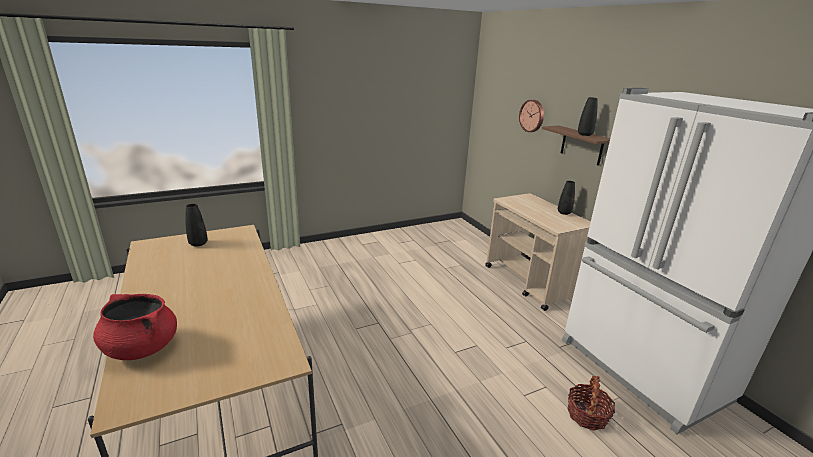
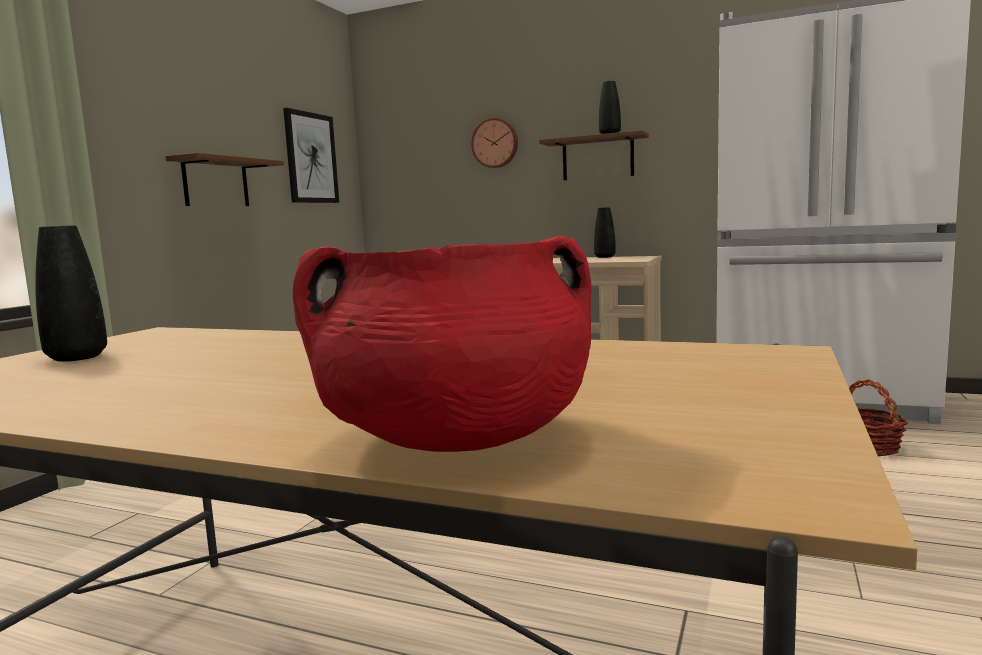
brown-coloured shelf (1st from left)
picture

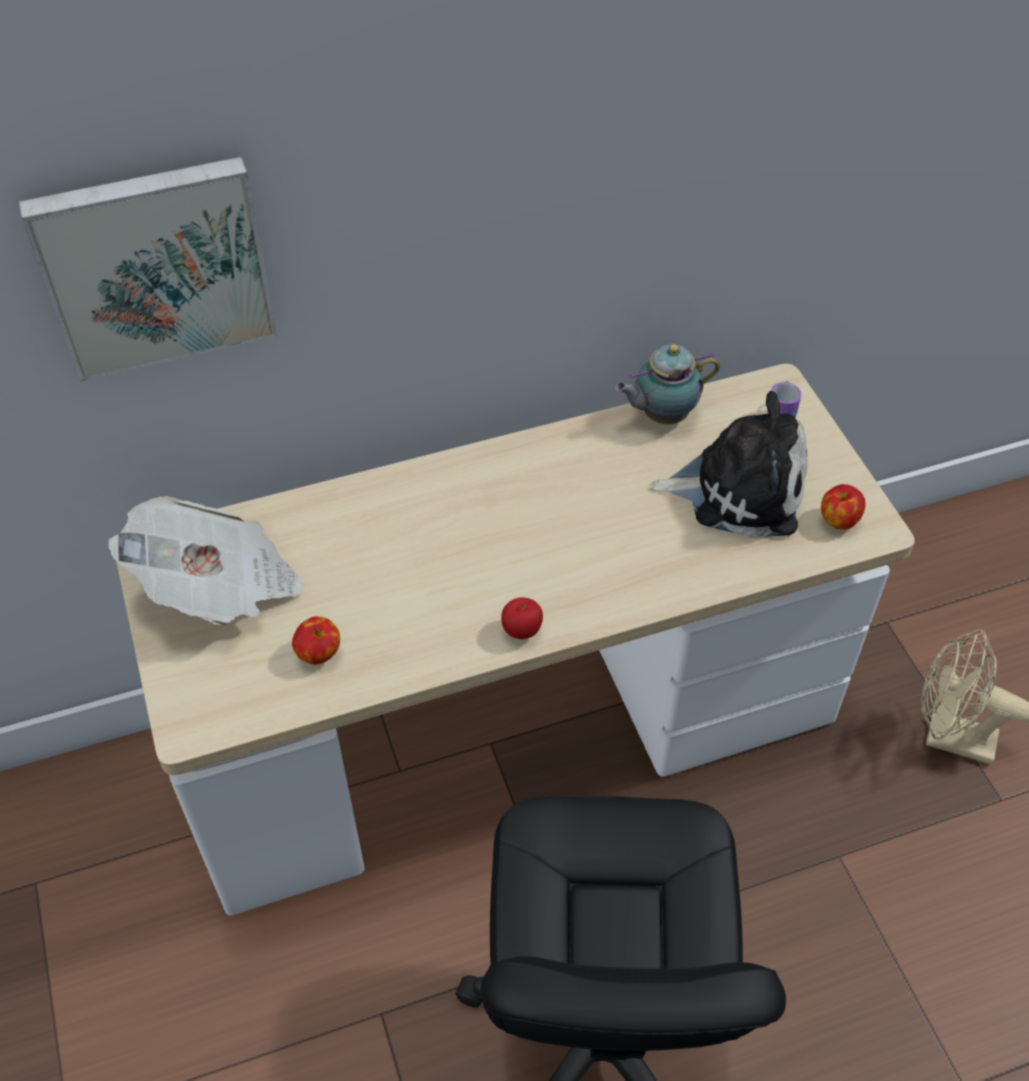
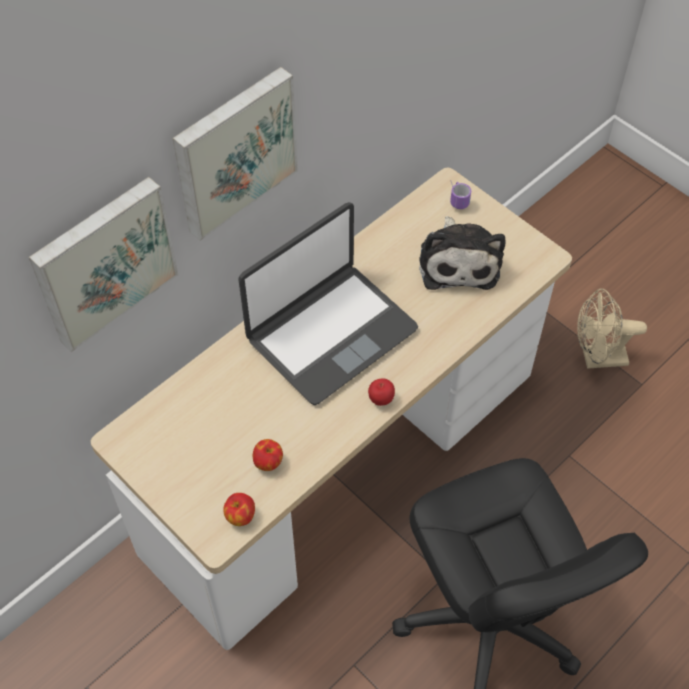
printed paper
teapot
cuddly toy
apple fruit (1st from left)
picture (2nd from left)
laptop

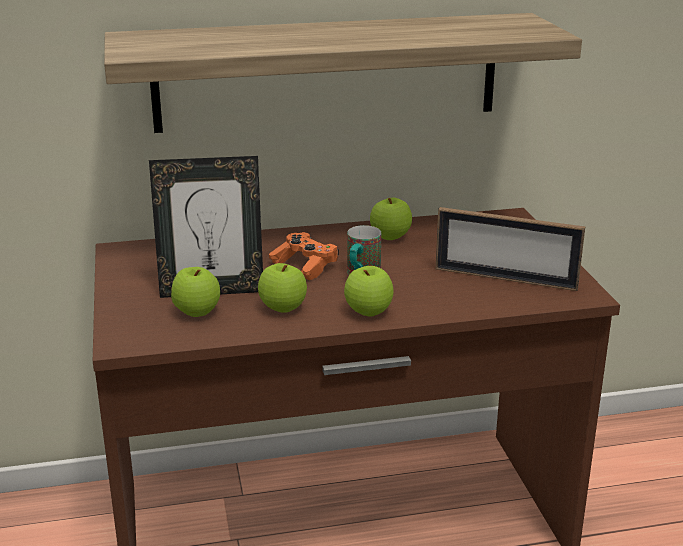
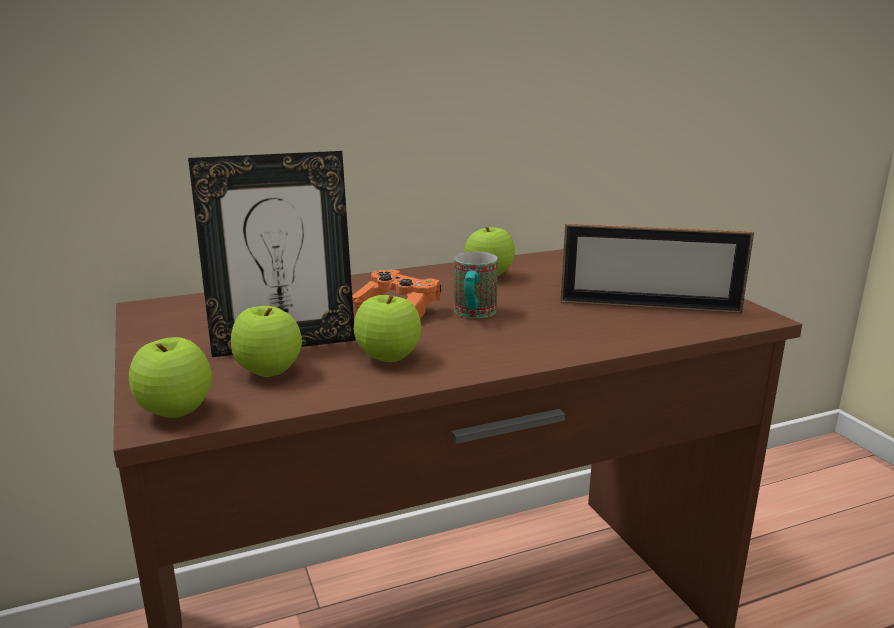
shelf
apple fruit (1st from left)

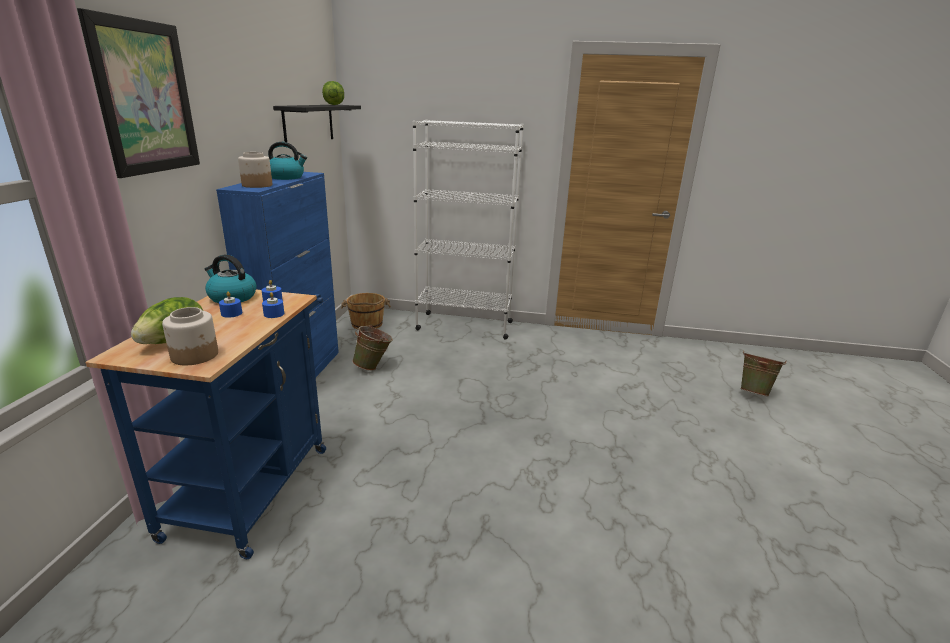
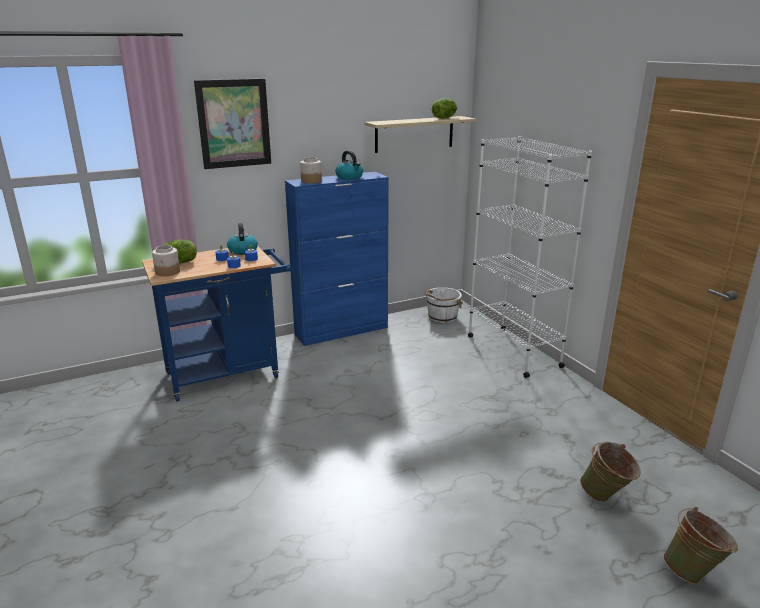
sand-coloured shelf
white bucket
green bucket (1st from left)

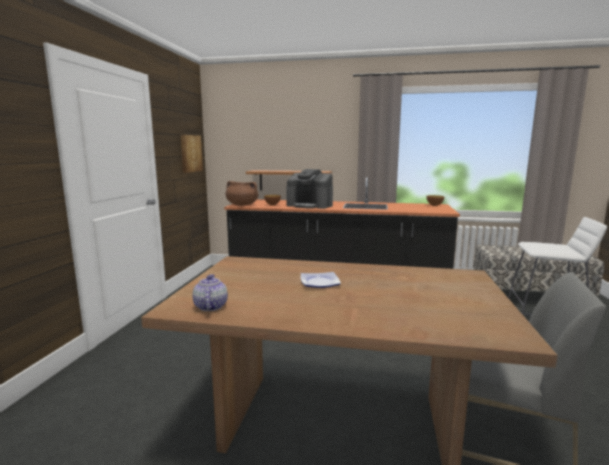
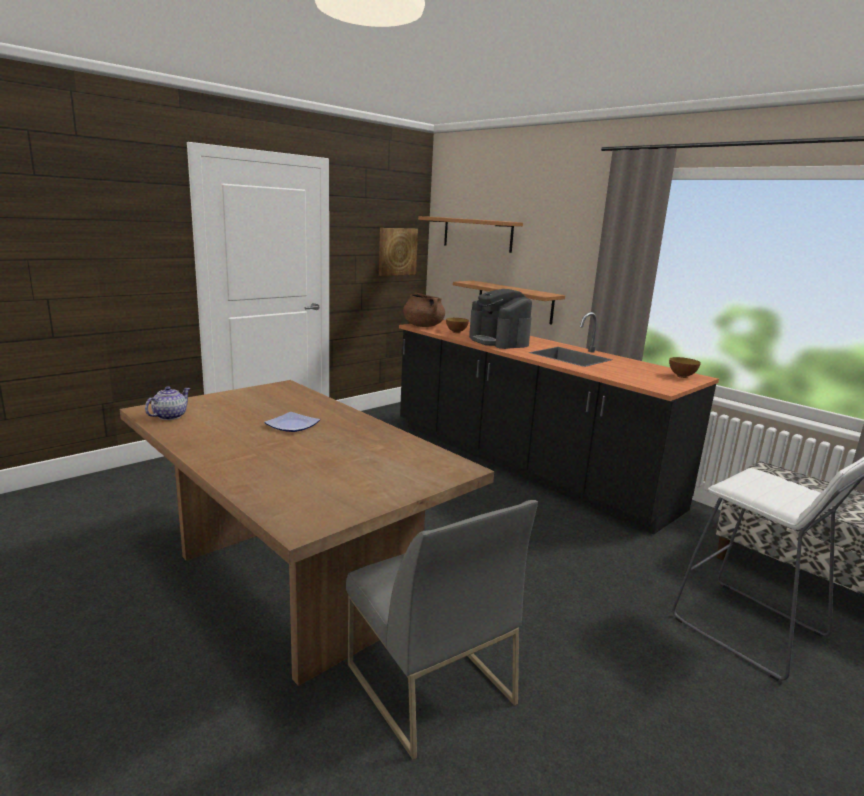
shelf (1st from left)

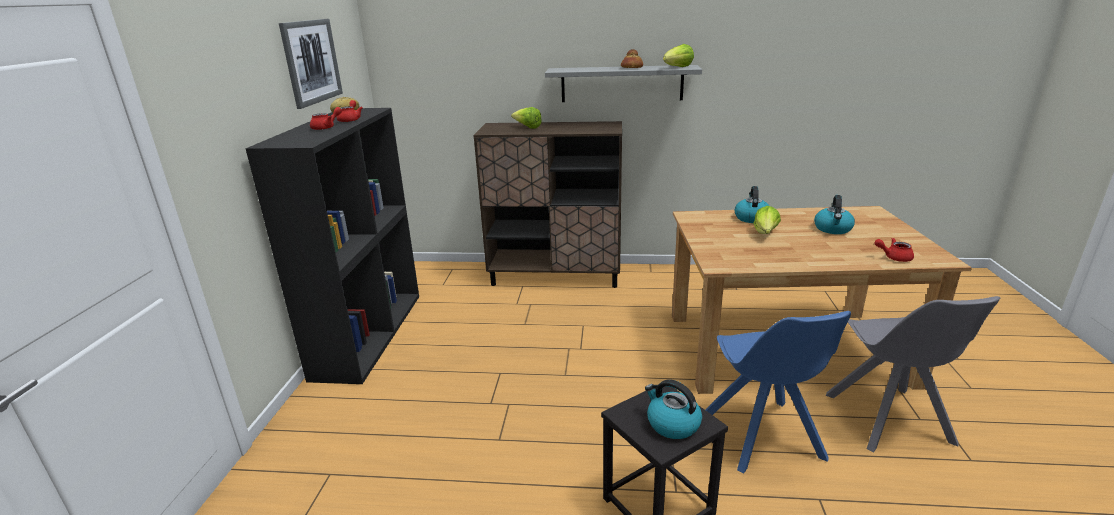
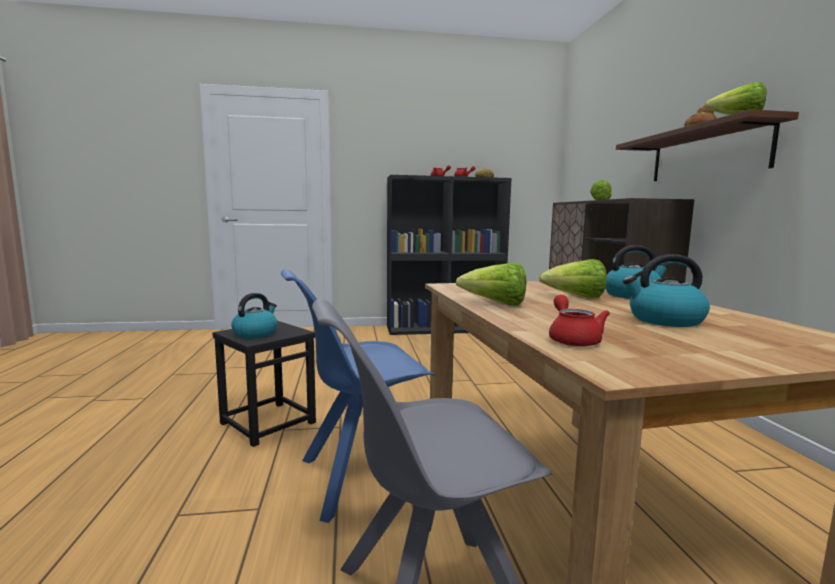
picture
brown-coloured shelf
head of lettuce (1st from left)

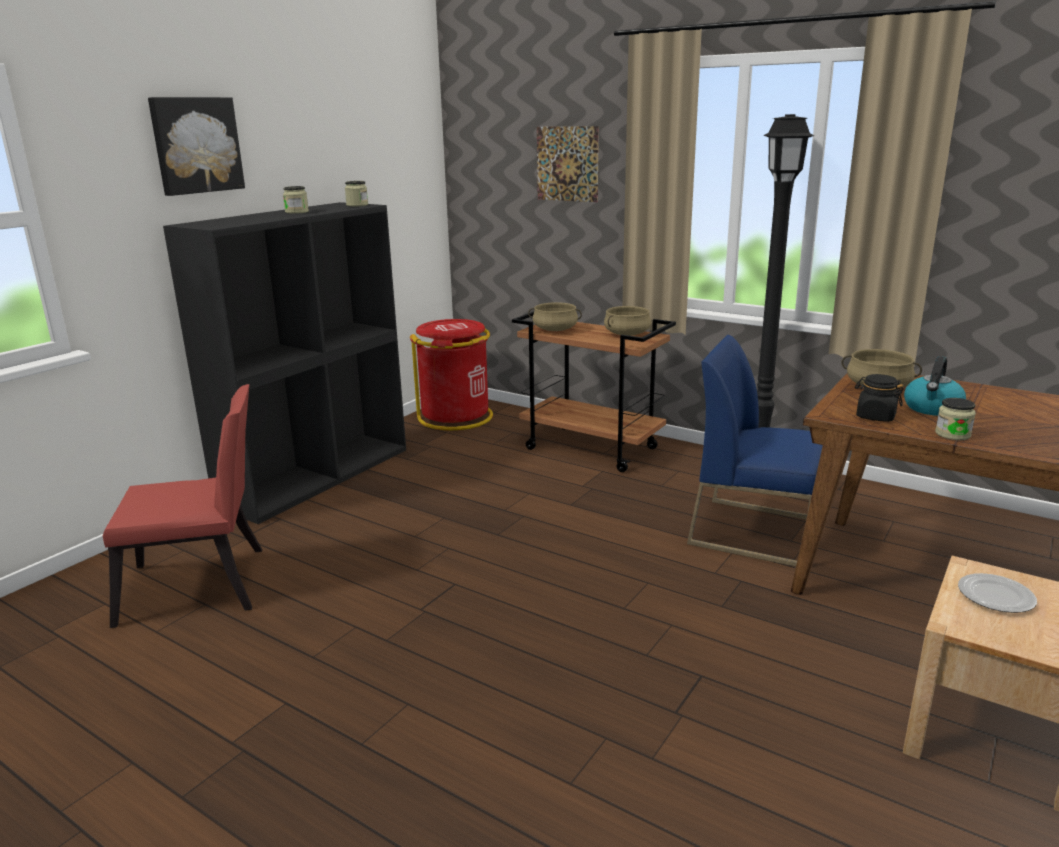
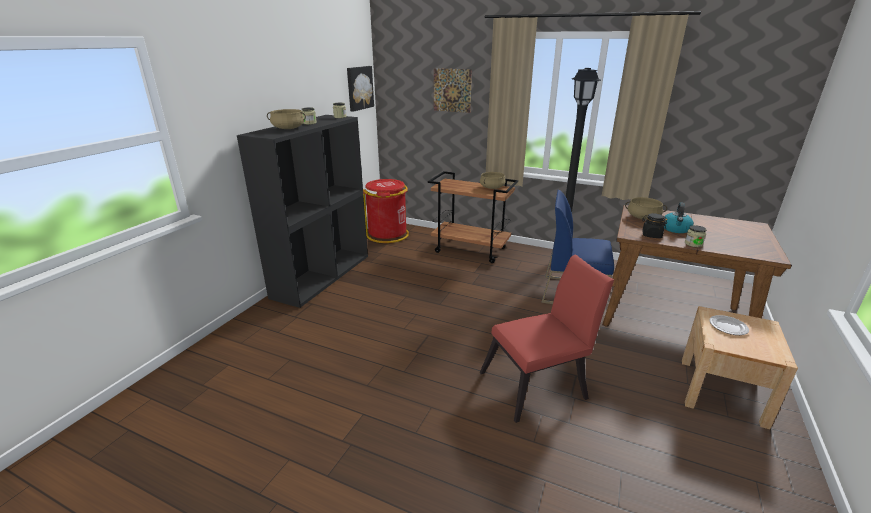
reddish upright chair
picture (1st from left)
sand-coloured stockpot (1st from left)

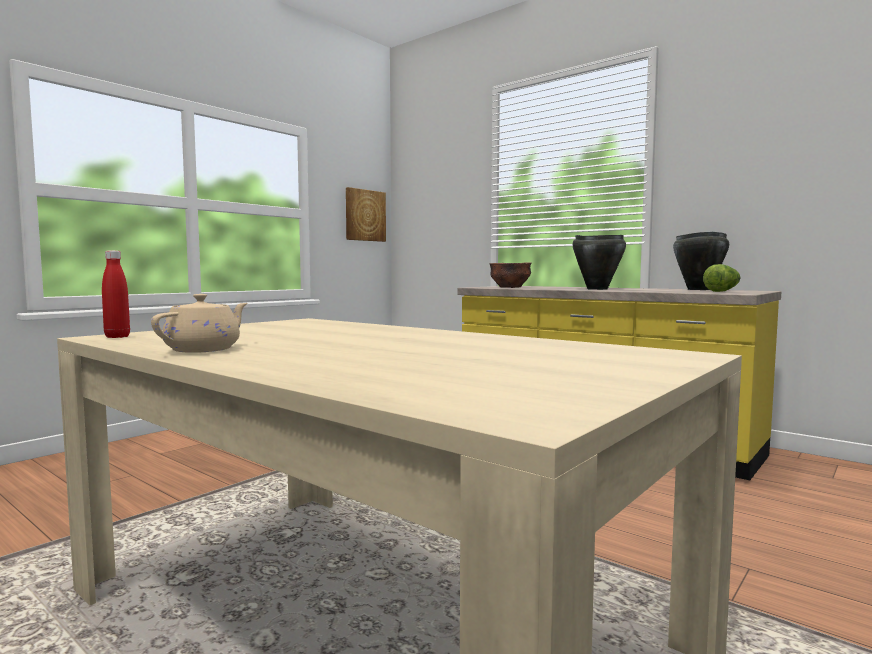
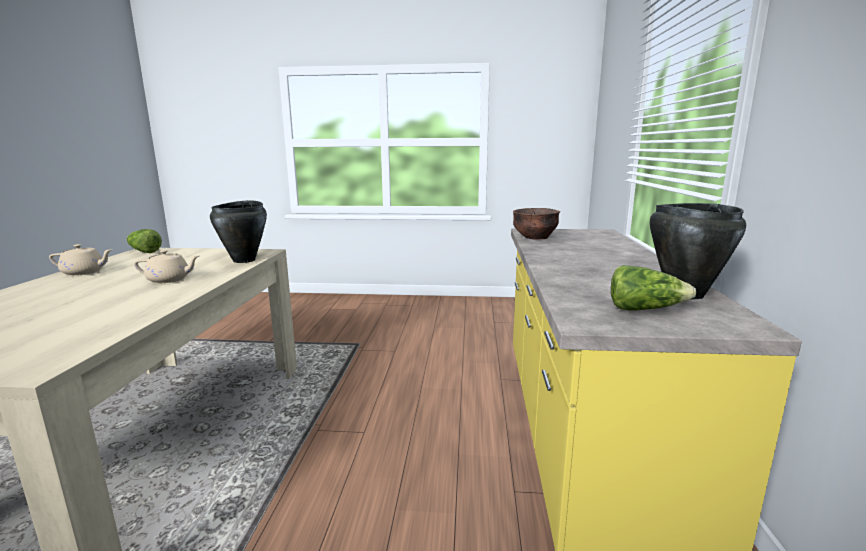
head of lettuce (1st from left)
picture
black-coloured stockpot (1st from left)
sand-coloured teapot (2nd from left)

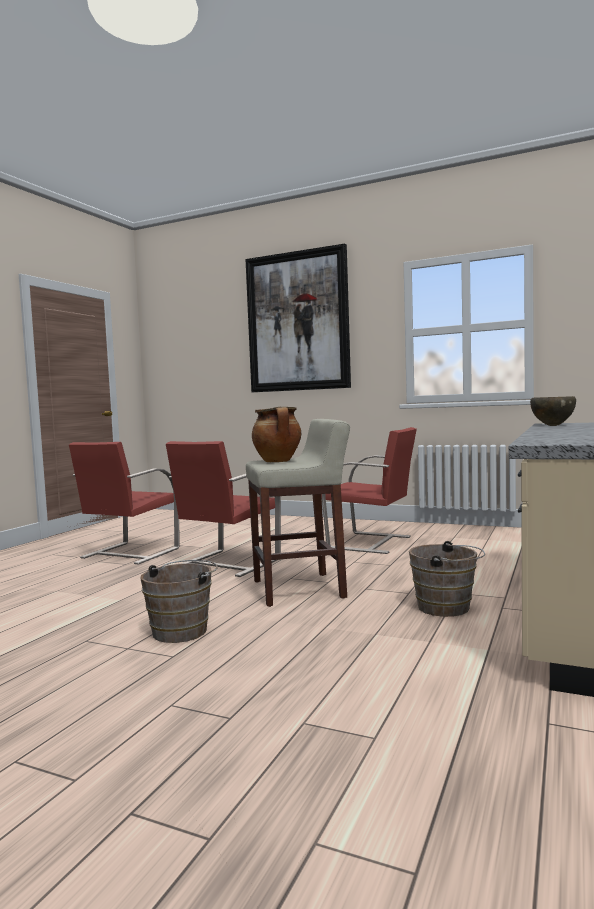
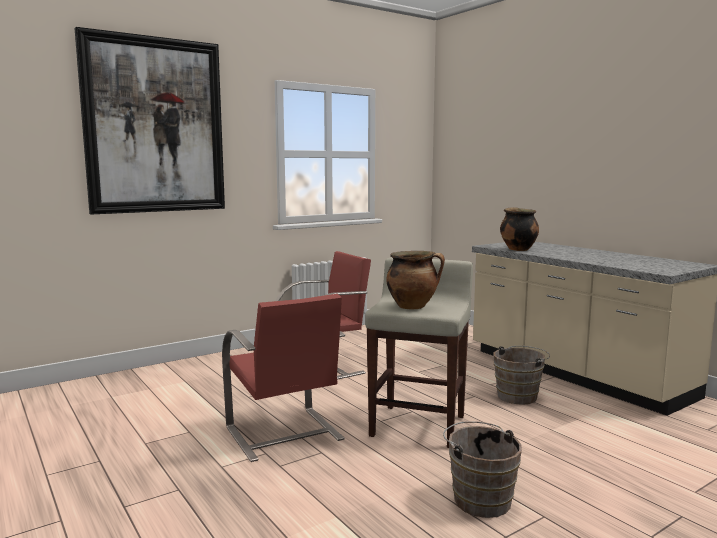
reddish upright chair (1st from left in the first image)
stockpot (2nd from left)

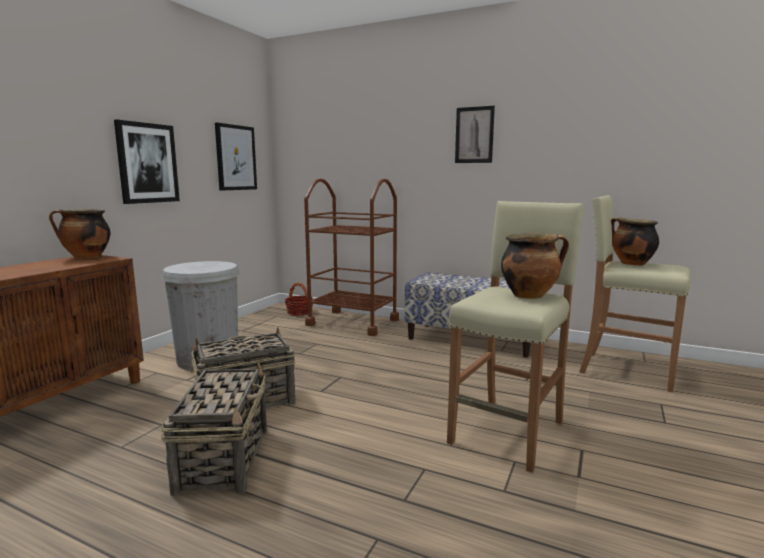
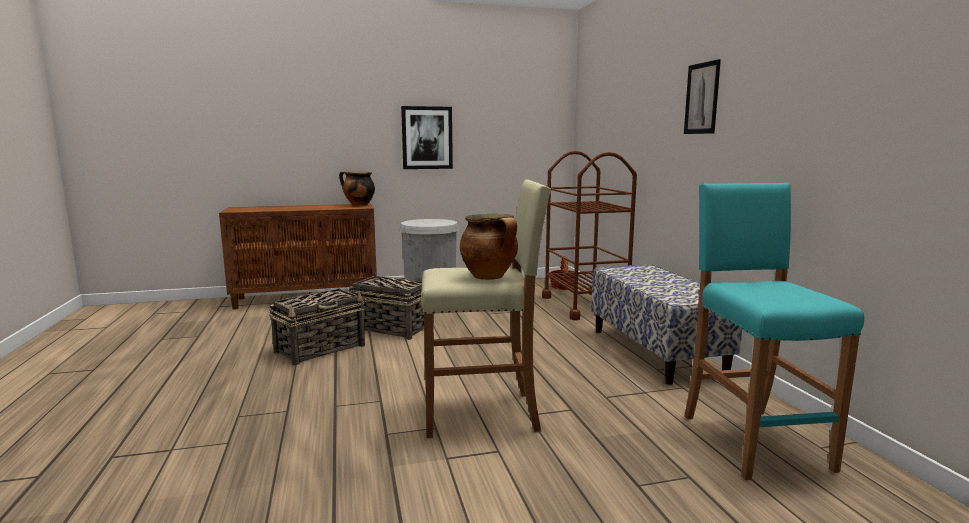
picture (2nd from left in the first image)
turquoise stool
stockpot (3rd from left in the first image)

